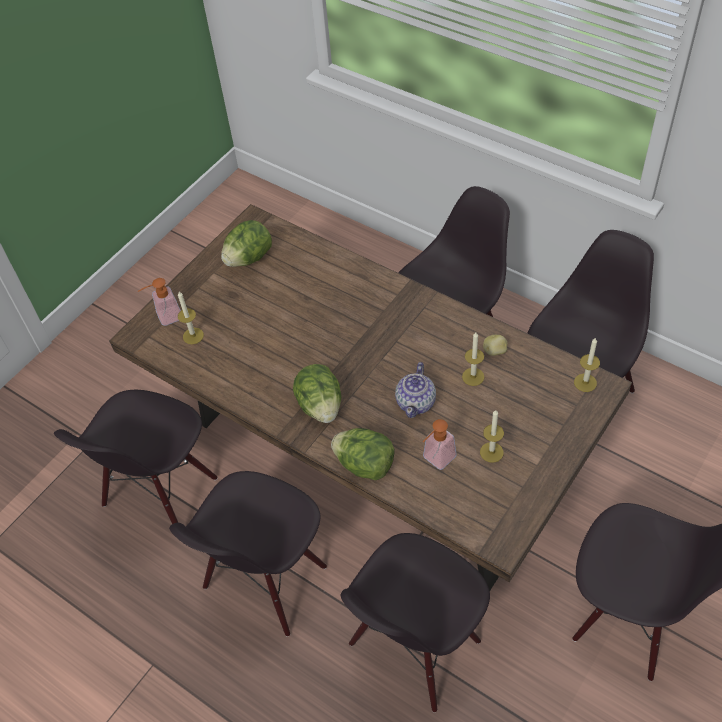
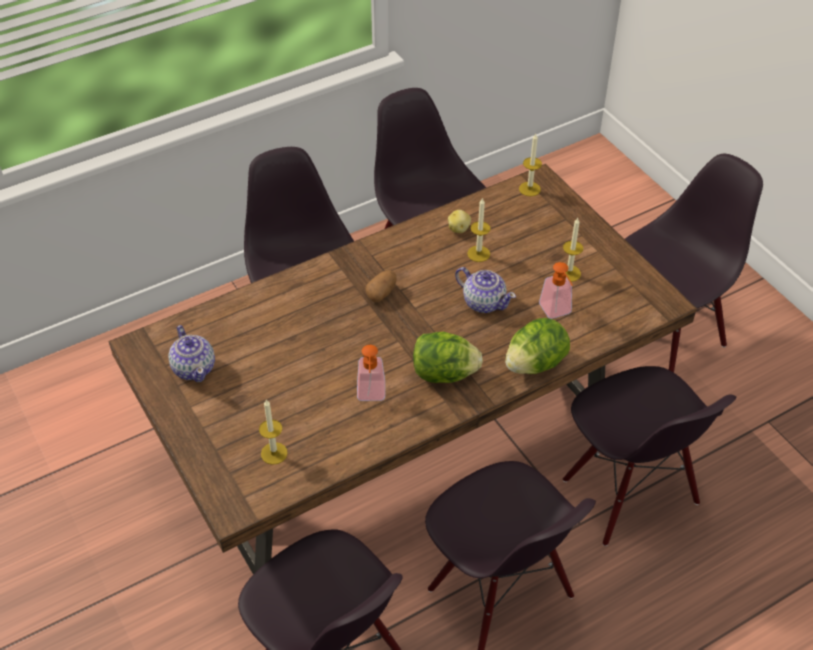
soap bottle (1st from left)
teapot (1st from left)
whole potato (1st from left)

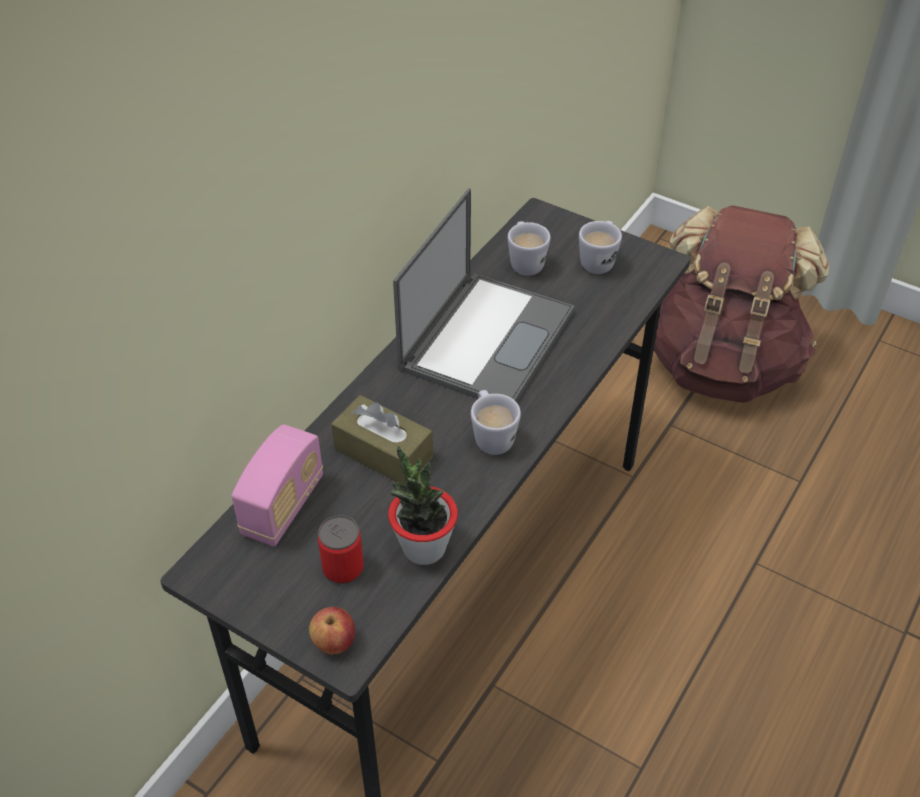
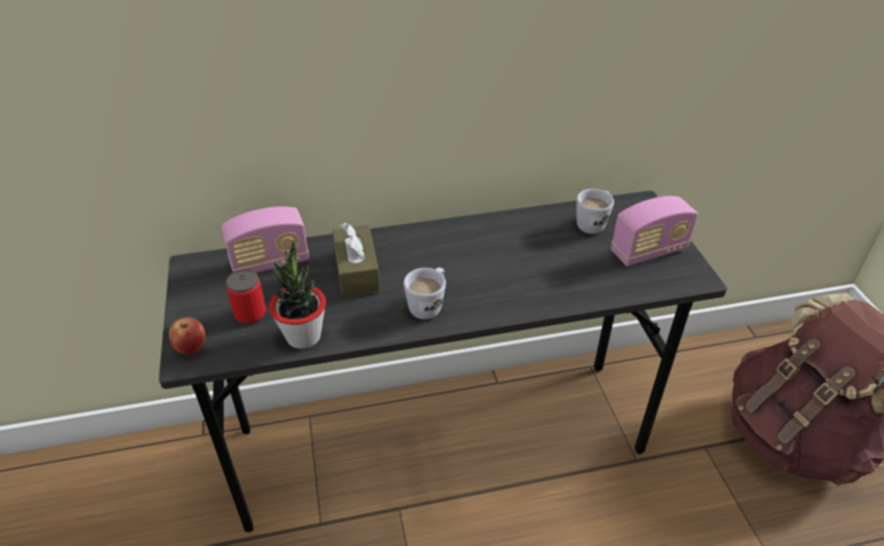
laptop
radio (2nd from left)

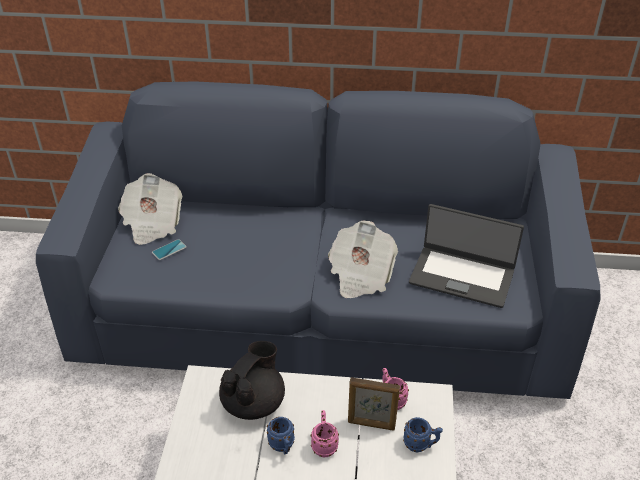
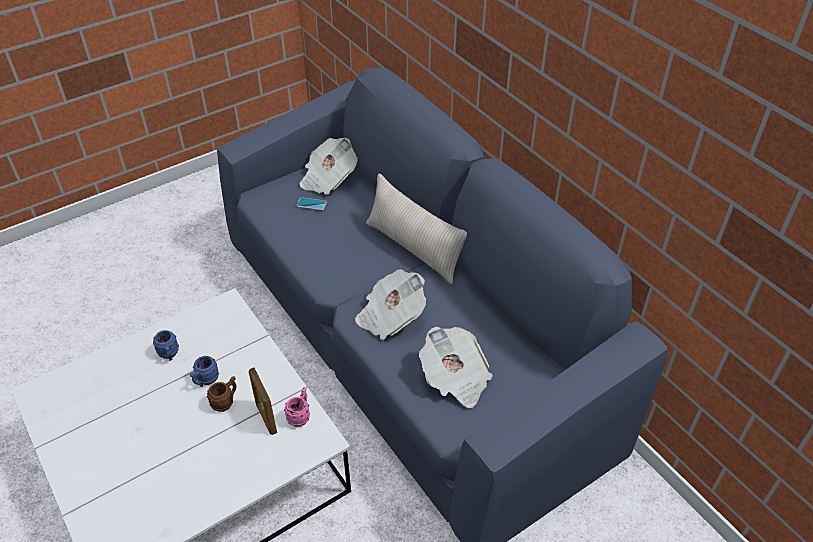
black-coloured teapot
brown-coloured coffee mug
blue-coloured coffee mug (1st from left)
printed paper (3rd from left)
sand-coloured pillow

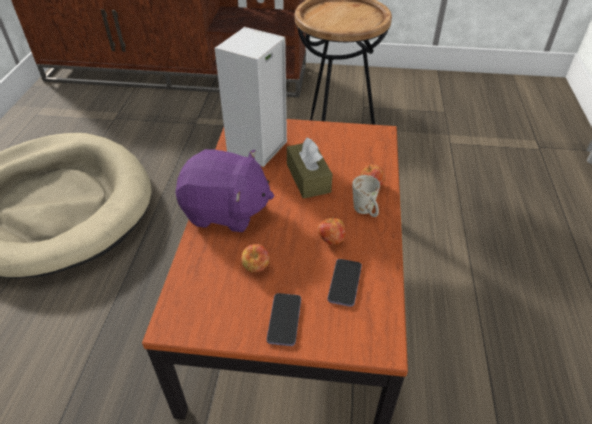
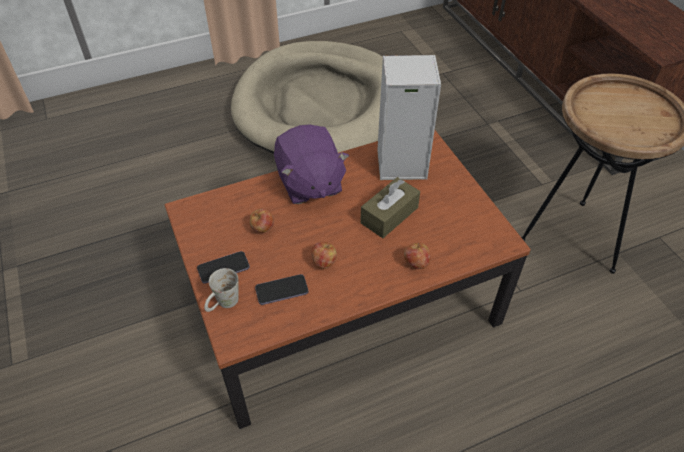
white coffee mug

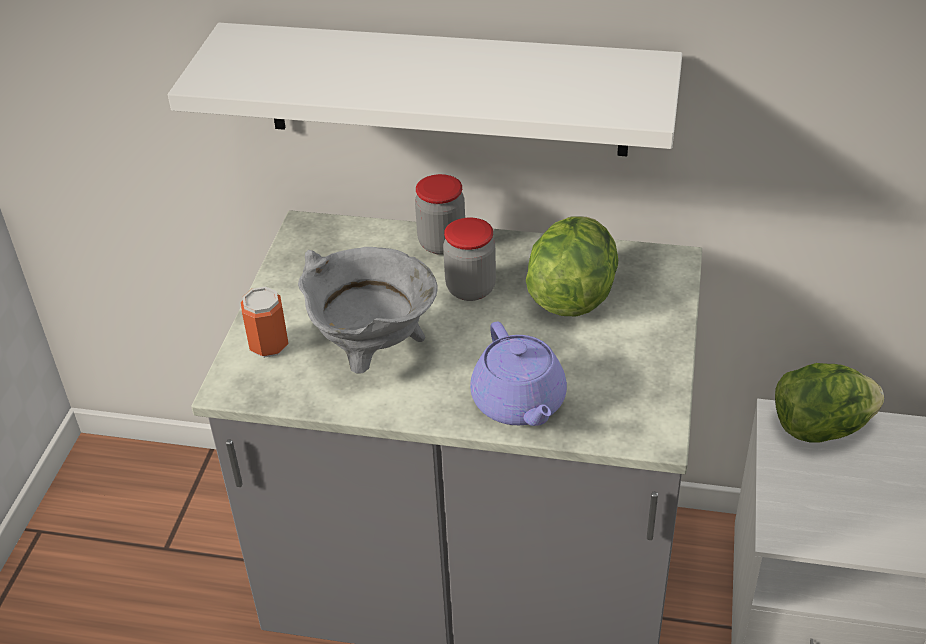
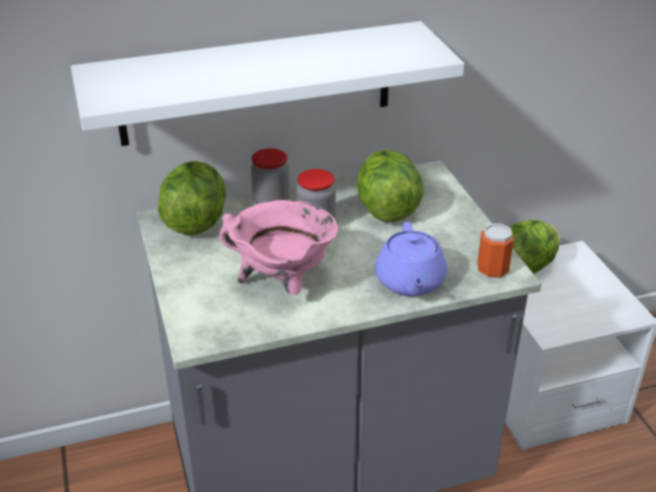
sealed can
pink-coloured stockpot
purple teapot
head of lettuce (1st from left)

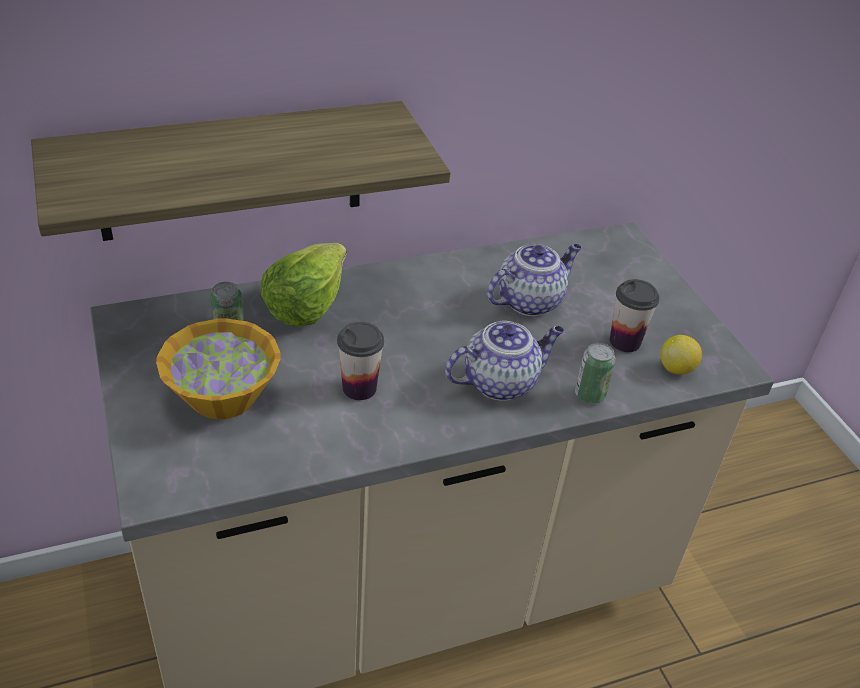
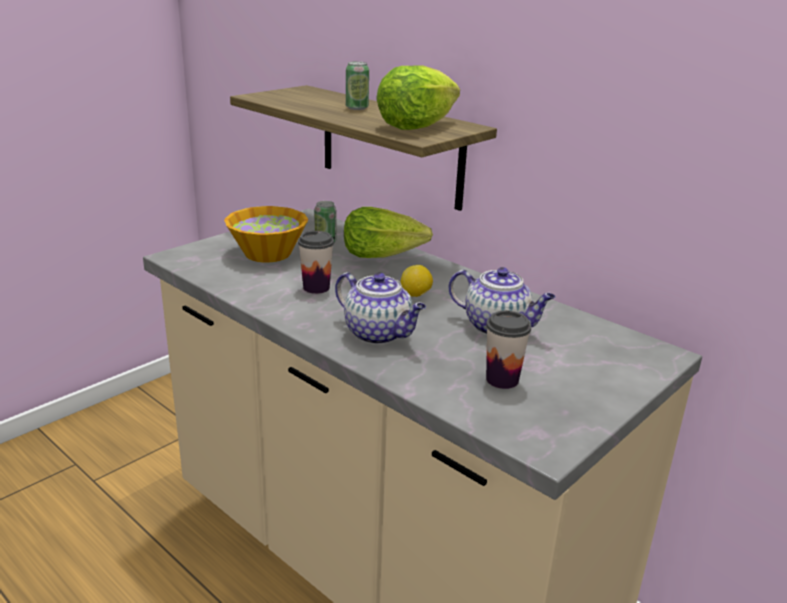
sealed can (2nd from left)
lemon
head of lettuce (2nd from left)

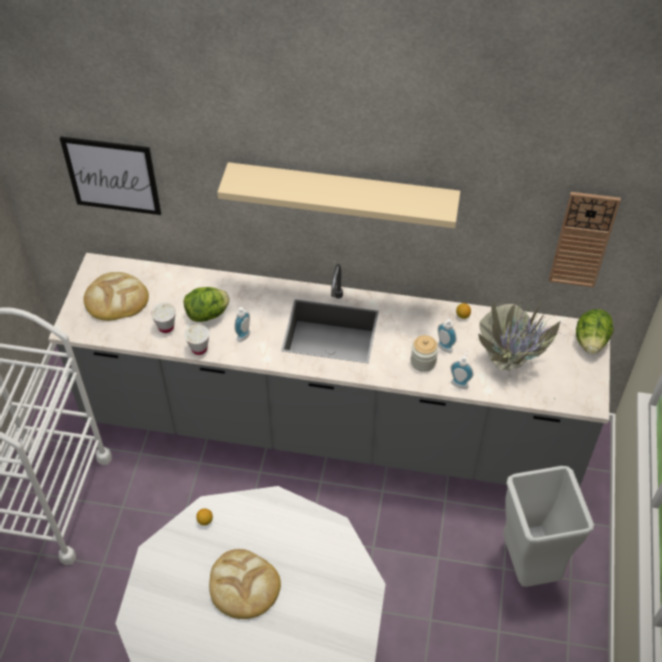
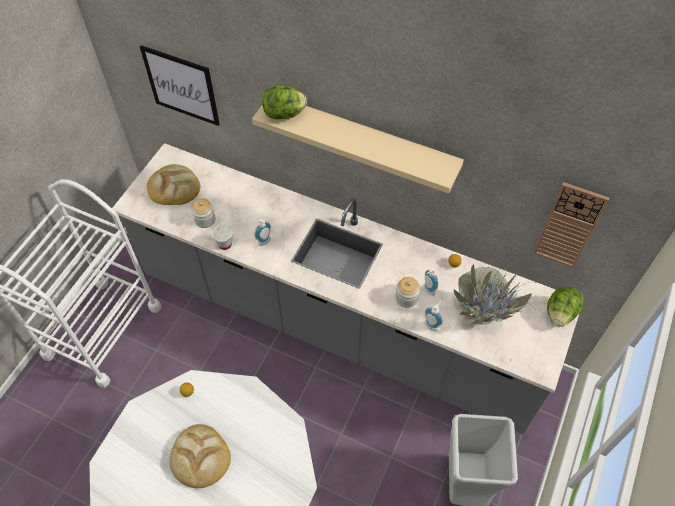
jar (1st from left)
head of lettuce (1st from left)

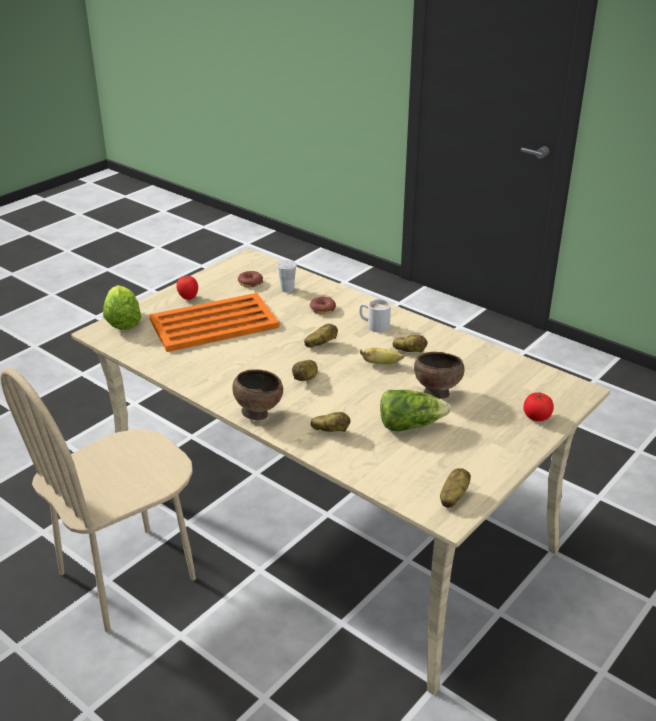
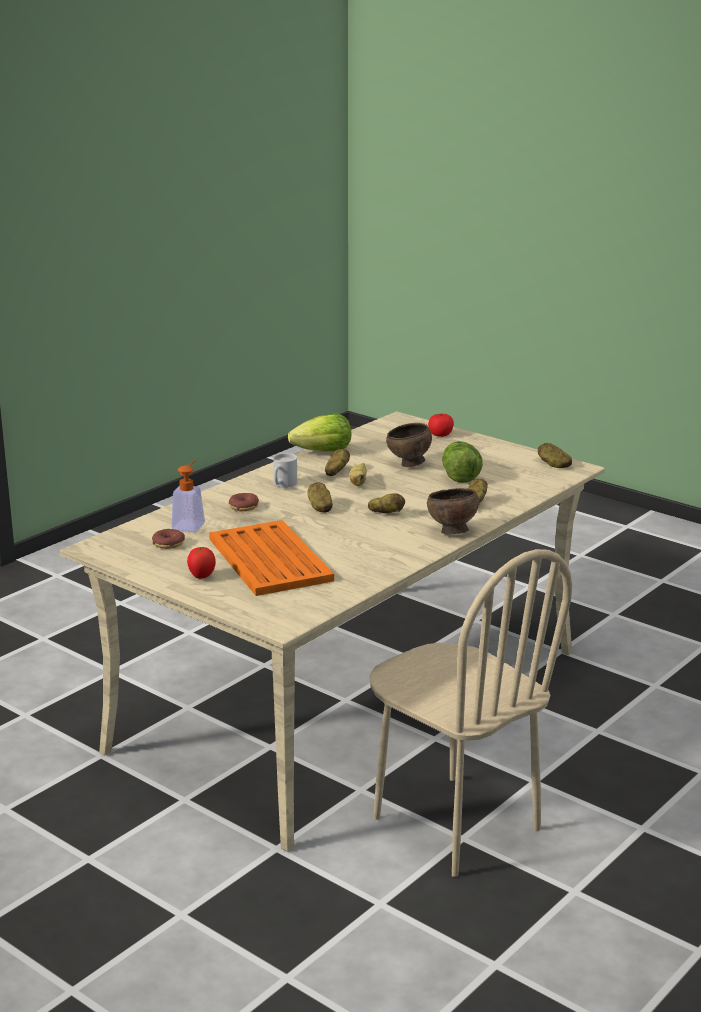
head of lettuce (1st from left)
soap bottle

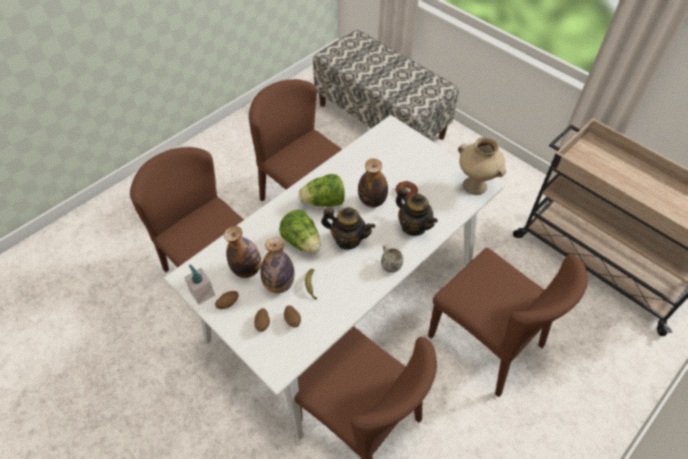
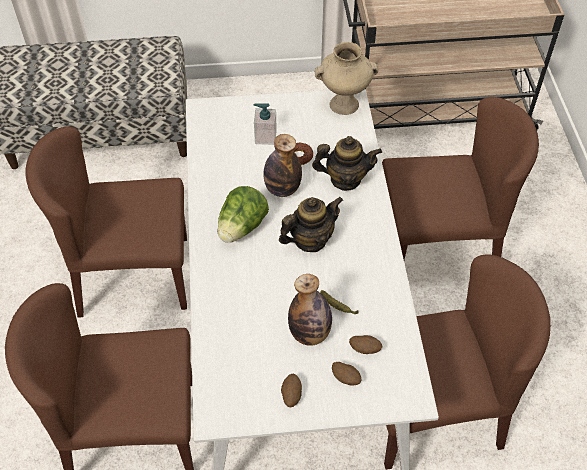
soap bottle
drink bottle (1st from left in the first image)
head of lettuce (1st from left in the first image)
white coffee mug

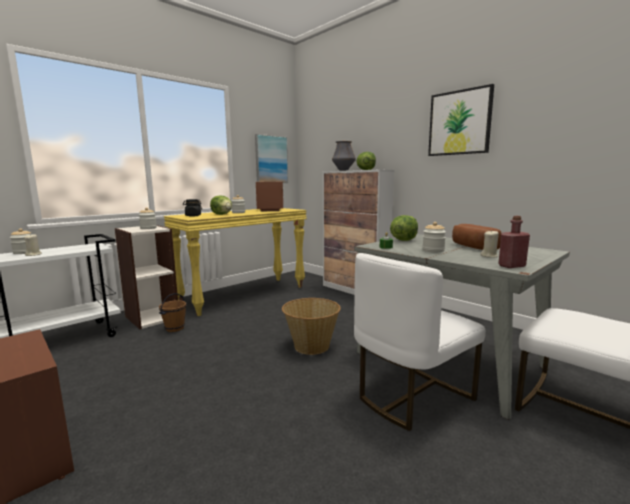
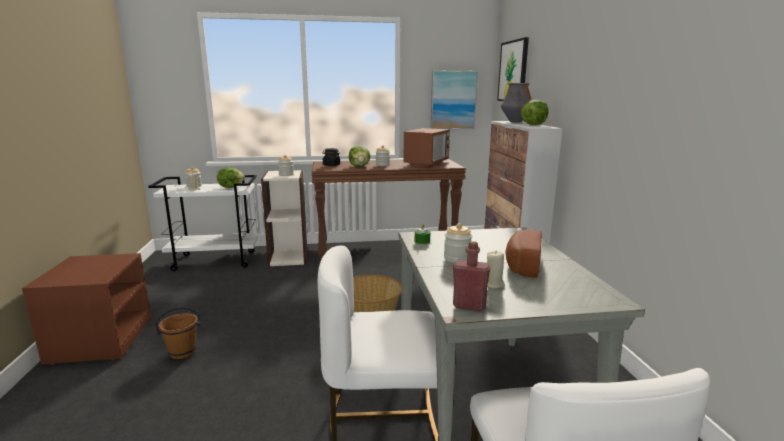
brown-coloured bucket
brown-coloured console table
head of lettuce (1st from left)
picture (2nd from left)

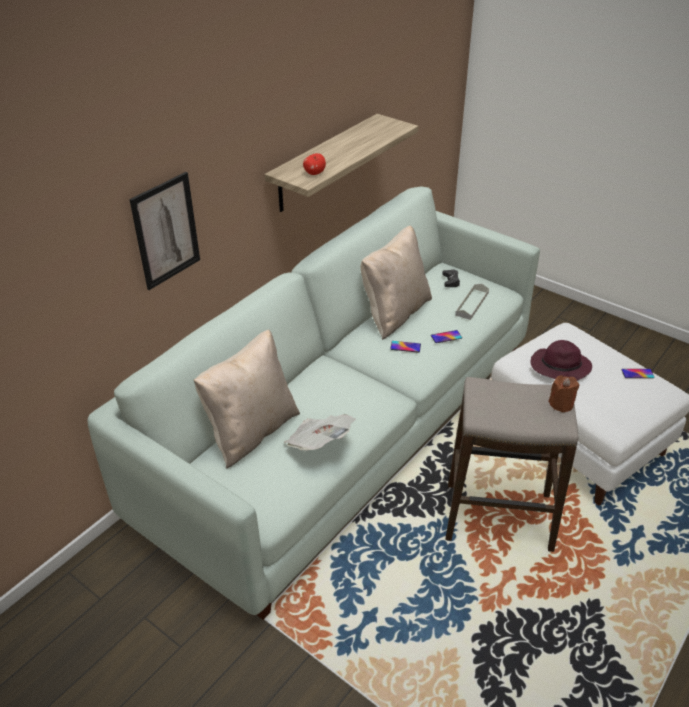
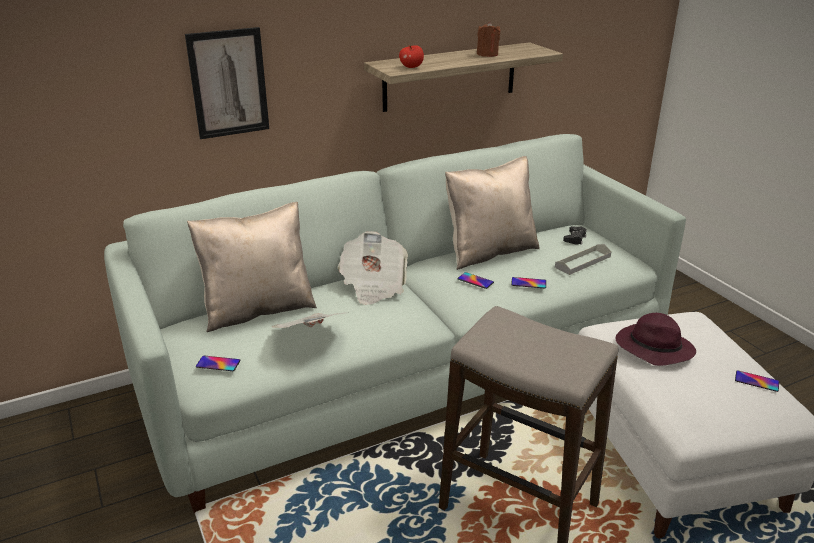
brown-coloured wax light
handset (1st from left)
printed paper (2nd from left)

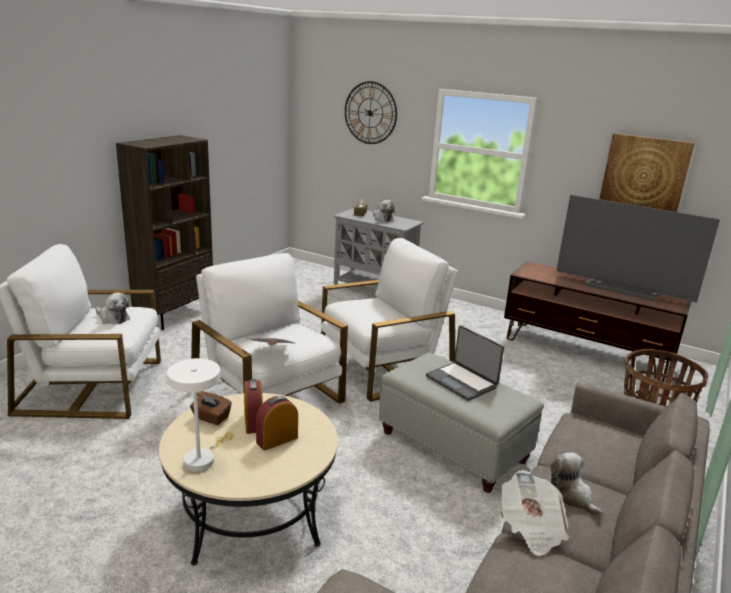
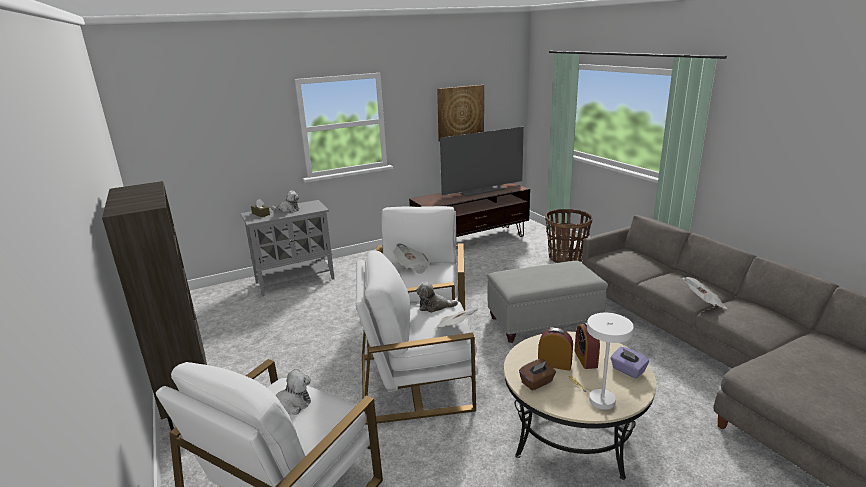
hanging clock
laptop
cuddly toy (3rd from left)
printed paper (1st from left)
purple tissue holder

